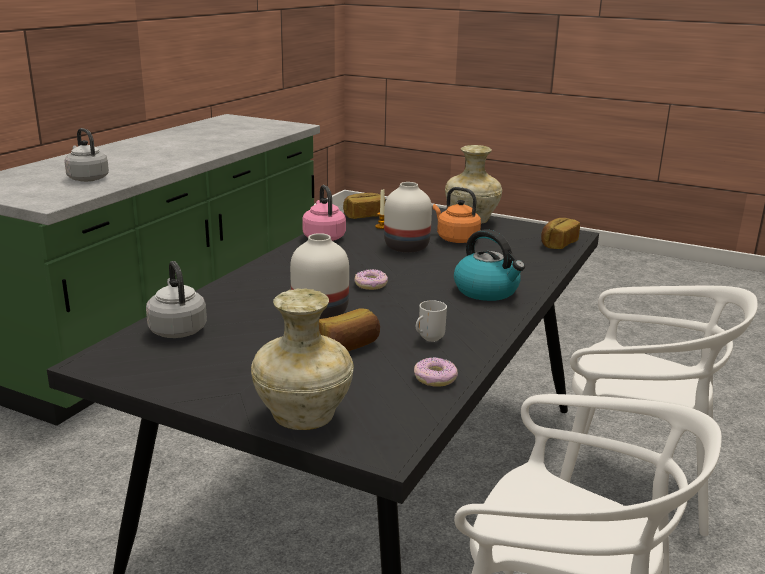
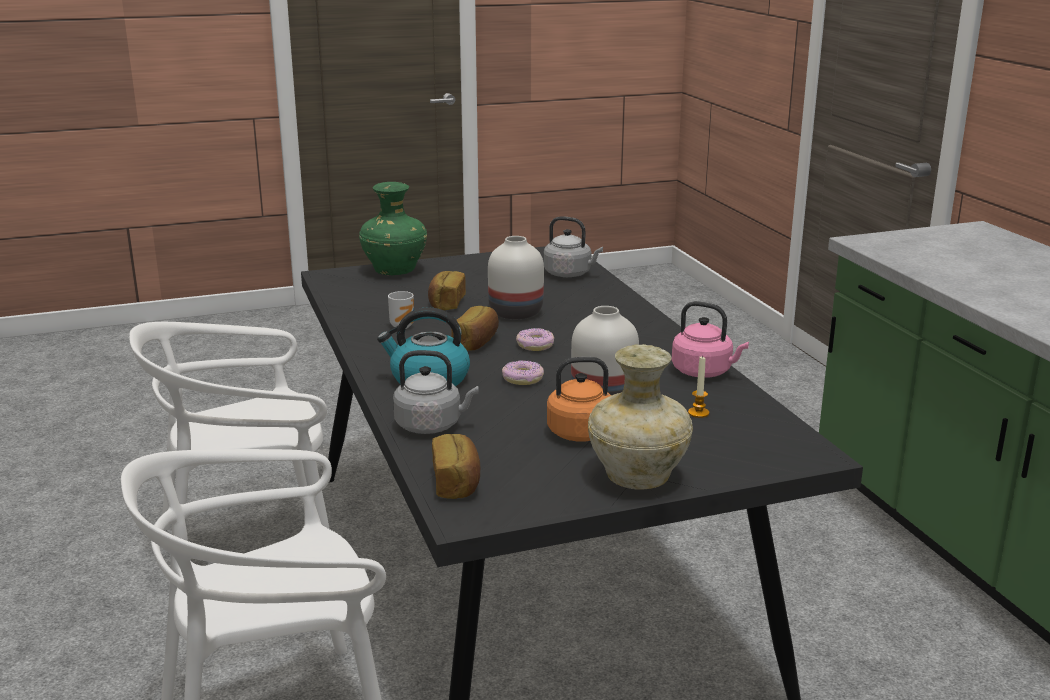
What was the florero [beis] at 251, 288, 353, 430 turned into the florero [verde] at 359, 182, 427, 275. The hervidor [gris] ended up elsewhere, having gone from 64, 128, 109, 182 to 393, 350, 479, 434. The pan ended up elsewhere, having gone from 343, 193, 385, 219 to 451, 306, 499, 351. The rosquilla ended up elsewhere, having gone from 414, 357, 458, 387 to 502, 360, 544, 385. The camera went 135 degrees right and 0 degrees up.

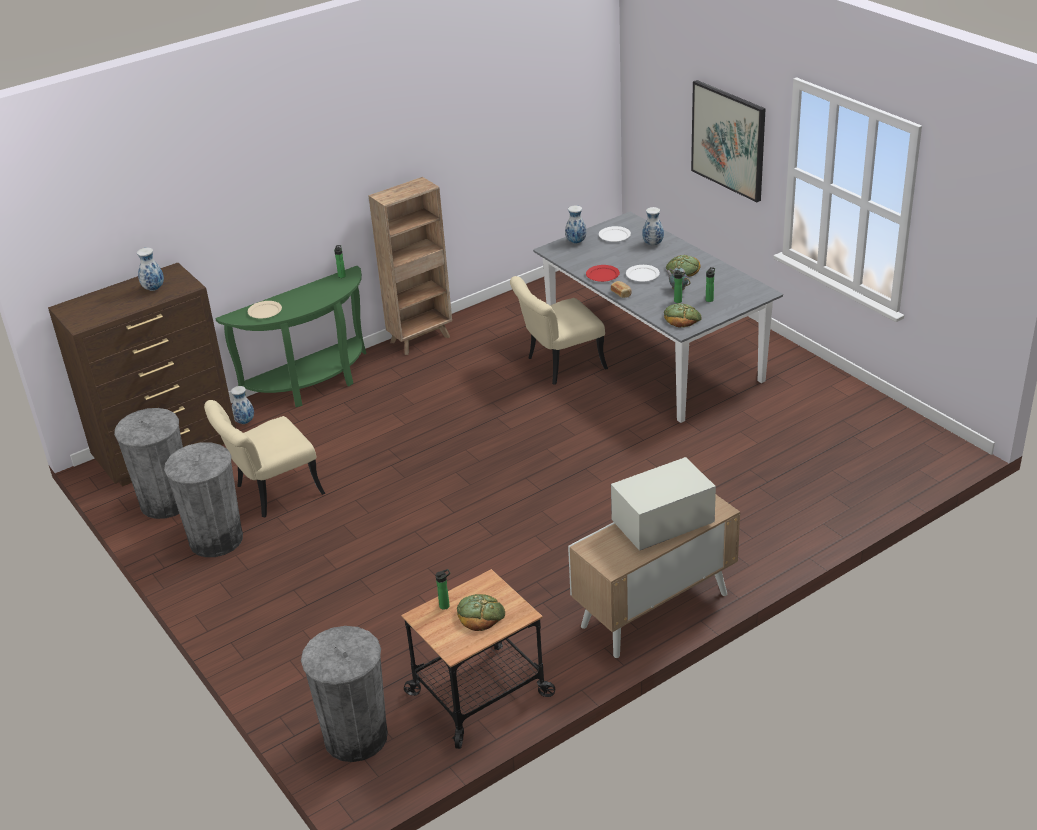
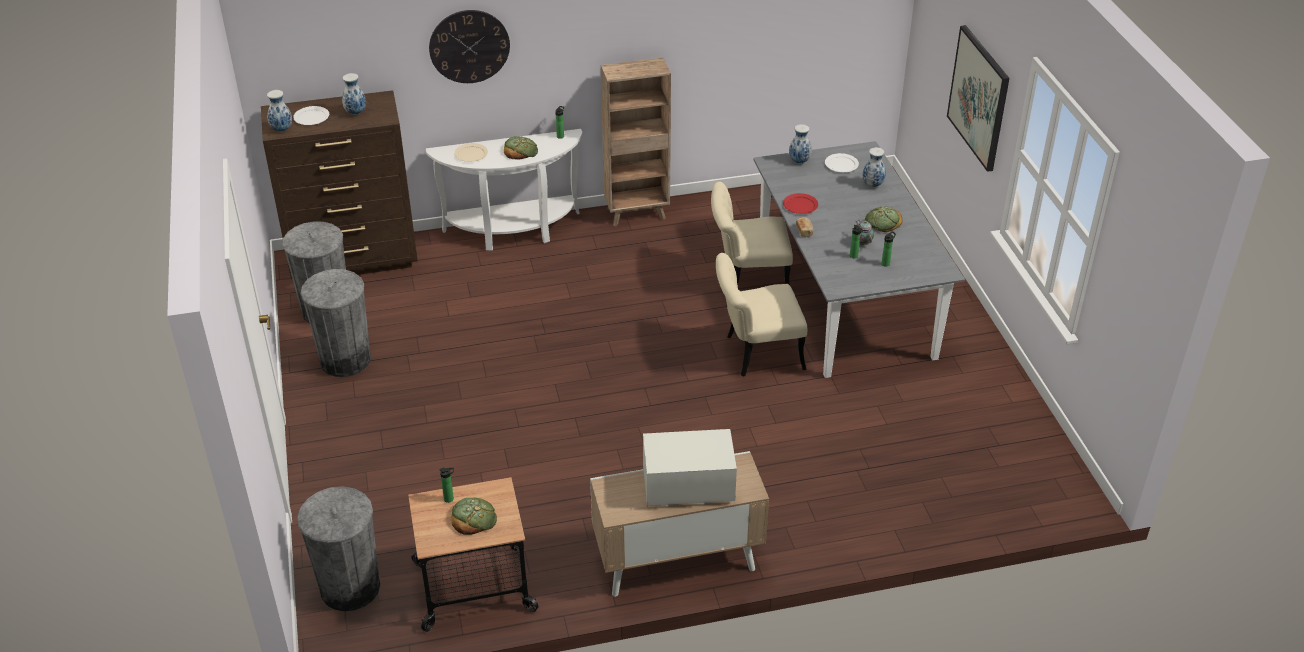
The florero ended up elsewhere, having gone from 231, 386, 254, 424 to 267, 90, 292, 132. The plato [blanco] ended up elsewhere, having gone from 626, 265, 660, 282 to 293, 106, 329, 125. What was the mesa consola [verde] at 215, 266, 367, 407 turned into the mesa consola [blanco] at 426, 129, 583, 251. The second view gained the reloj de pared at 429, 10, 510, 83. The pan ended up elsewhere, having gone from 664, 303, 702, 328 to 504, 136, 538, 160. The silla [beis] ended up elsewhere, having gone from 204, 400, 325, 517 to 716, 253, 807, 377. The camera went 20 degrees right and 5 degrees up.

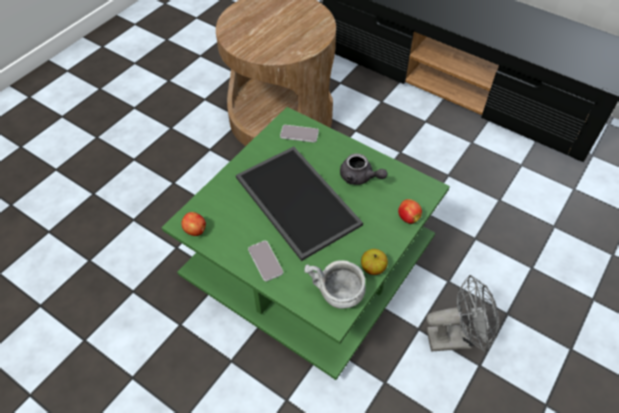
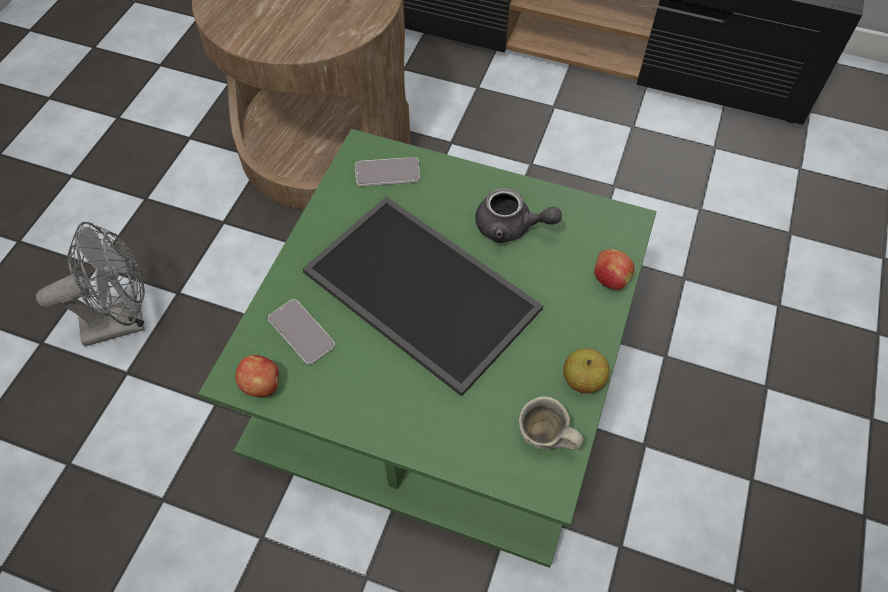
The ventilador [gris] ended up elsewhere, having gone from 426, 275, 499, 352 to 36, 222, 145, 346. The móvil ended up elsewhere, having gone from 248, 241, 283, 282 to 268, 299, 335, 365. Where the cuenco [gris] stood at 304, 260, 366, 309, the taza grande [gris] came to stand at 519, 396, 583, 450. The camera went 15 degrees left and 5 degrees up.

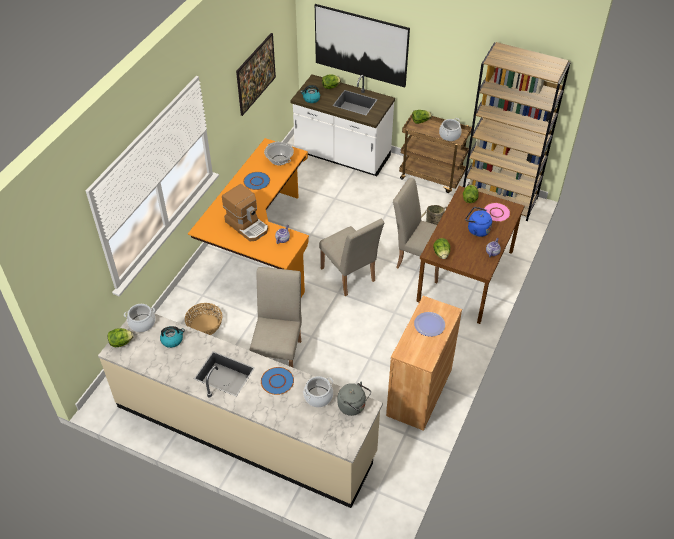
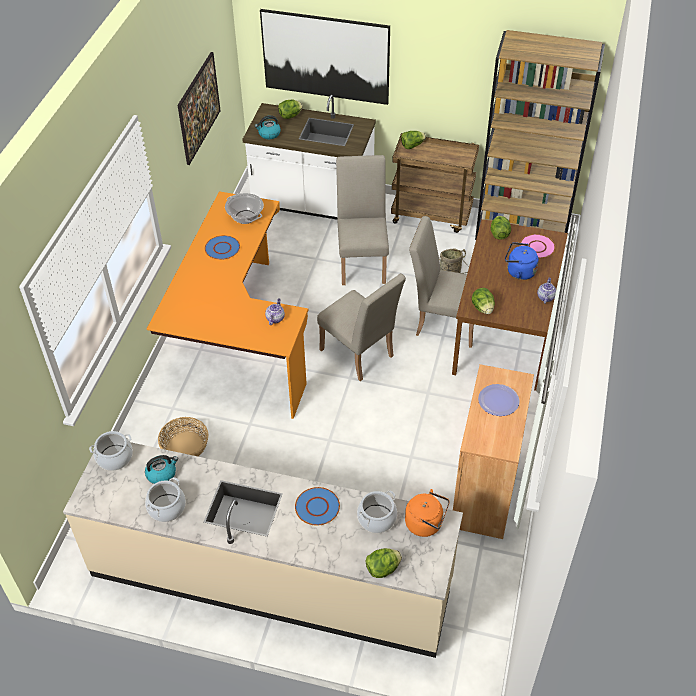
The olla ended up elsewhere, having gone from 439, 118, 462, 141 to 145, 477, 186, 522. The silla [beis] ended up elsewhere, having gone from 250, 267, 302, 367 to 336, 155, 389, 285. The lechuga ended up elsewhere, having gone from 108, 328, 134, 347 to 366, 548, 402, 578. What was the hervidor [gris] at 338, 381, 371, 416 turned into the hervidor [naranja] at 405, 489, 450, 537. The second view lost the cafetera at 222, 184, 268, 241. The camera went 10 degrees left and 0 degrees up.

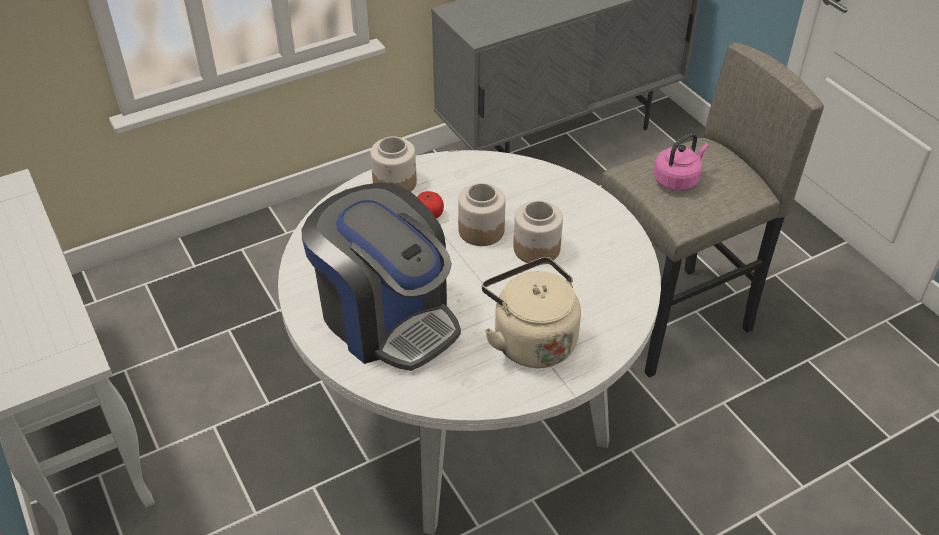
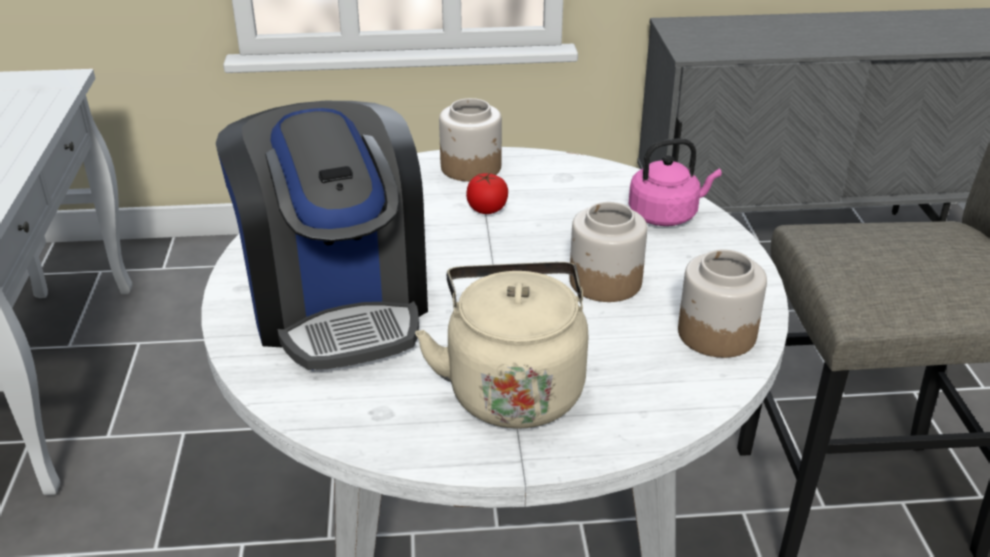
The hervidor [rosa] ended up elsewhere, having gone from 654, 133, 709, 191 to 628, 138, 722, 226. The tarro ended up elsewhere, having gone from 458, 183, 506, 246 to 678, 249, 767, 358. The camera went 25 degrees right and 10 degrees down.

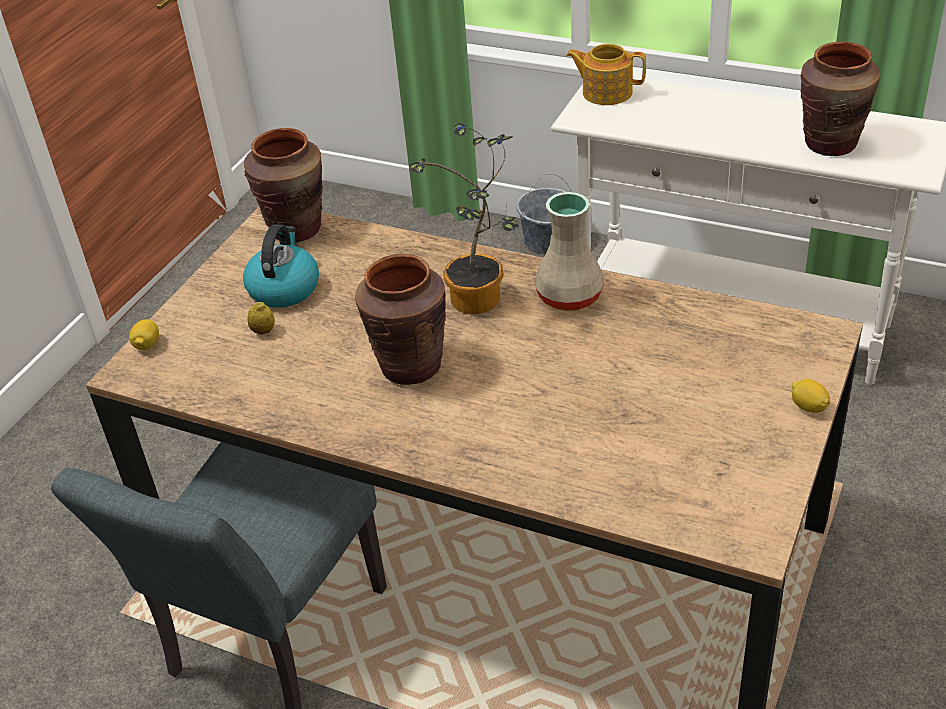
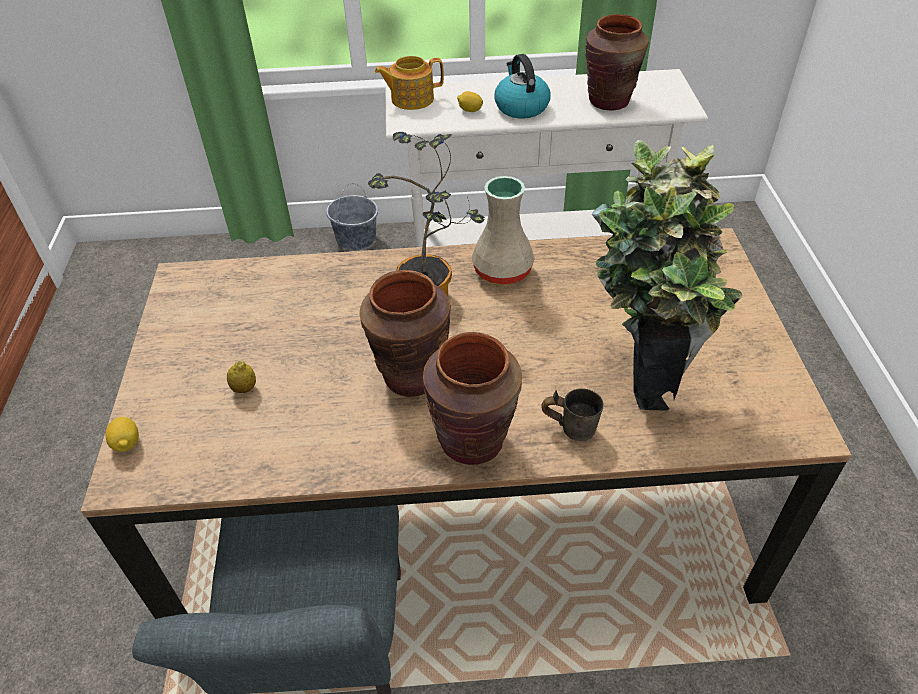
The florero [marrón] ended up elsewhere, having gone from 244, 128, 323, 243 to 423, 332, 522, 465. The limón ended up elsewhere, having gone from 792, 379, 830, 413 to 457, 91, 483, 112. The hervidor ended up elsewhere, having gone from 243, 224, 319, 308 to 494, 54, 551, 118. The second view gained the taza grande [gris] at 541, 388, 604, 441. The second view gained the planta en maceta at 592, 140, 742, 411. The camera went 30 degrees left and 5 degrees up.

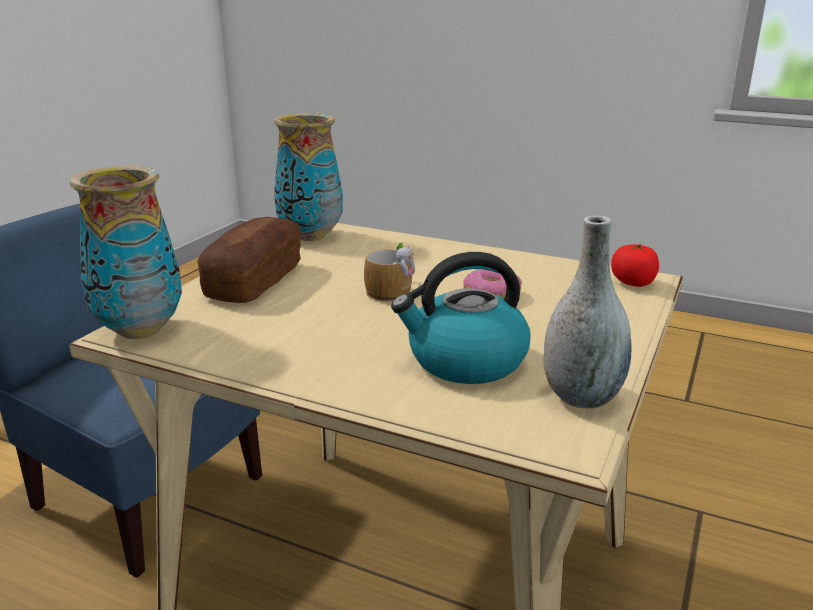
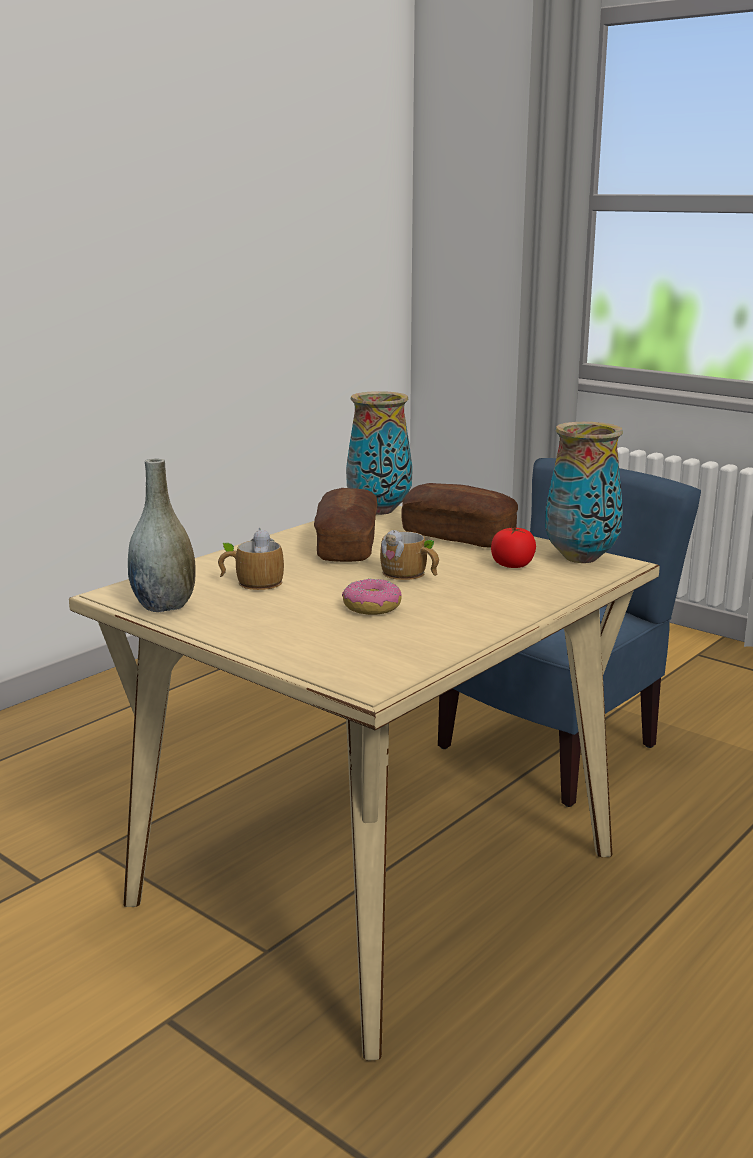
Where the hervidor stood at 391, 252, 531, 384, the taza grande came to stand at 218, 528, 284, 590. The second view gained the pan at 314, 488, 378, 562. The tomate ended up elsewhere, having gone from 611, 244, 659, 287 to 491, 527, 536, 568. The camera went 105 degrees right and 5 degrees down.

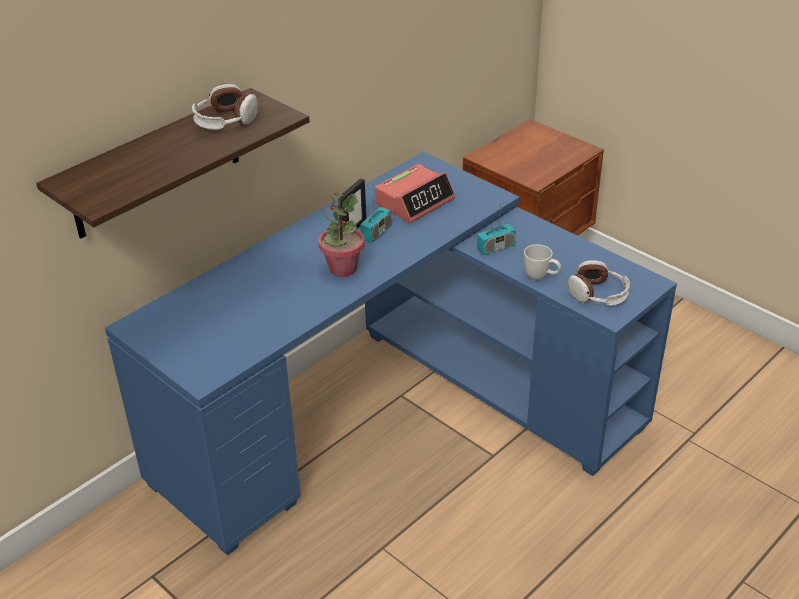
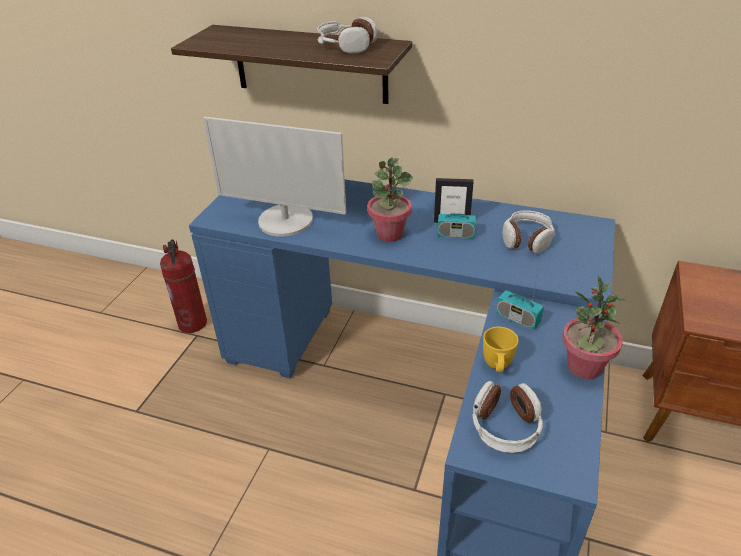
The second view gained the extintor at 160, 239, 207, 333. The second view gained the monitor at 203, 117, 346, 237. What was the taza grande [blanco] at 524, 244, 561, 280 turned into the taza grande [amarillo] at 483, 327, 519, 372. Where the despertador stood at 375, 164, 455, 223, the auriculares came to stand at 502, 210, 555, 254. The second view gained the planta en maceta at 562, 275, 626, 379. The camera went 65 degrees right and 0 degrees up.

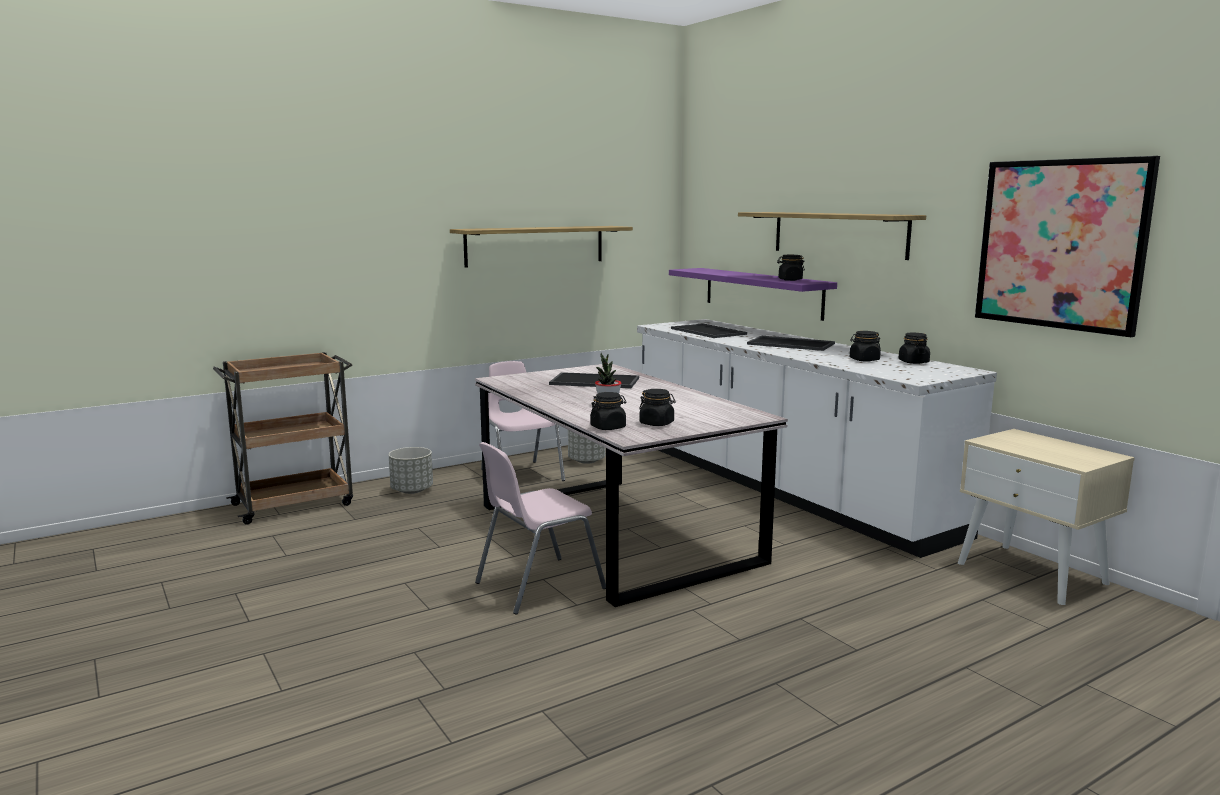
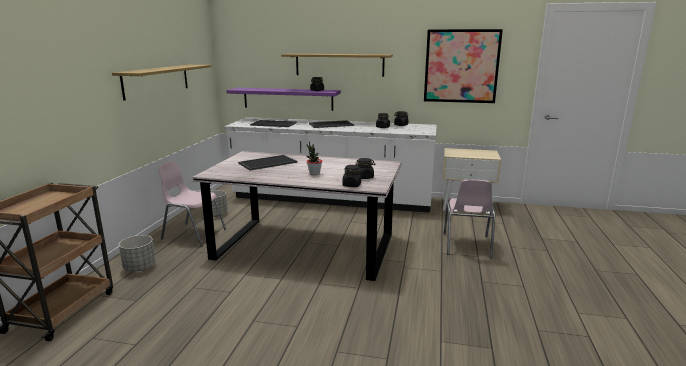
The silla [rosa] ended up elsewhere, having gone from 475, 442, 606, 615 to 444, 179, 495, 259. The camera went 45 degrees left and 5 degrees up.

